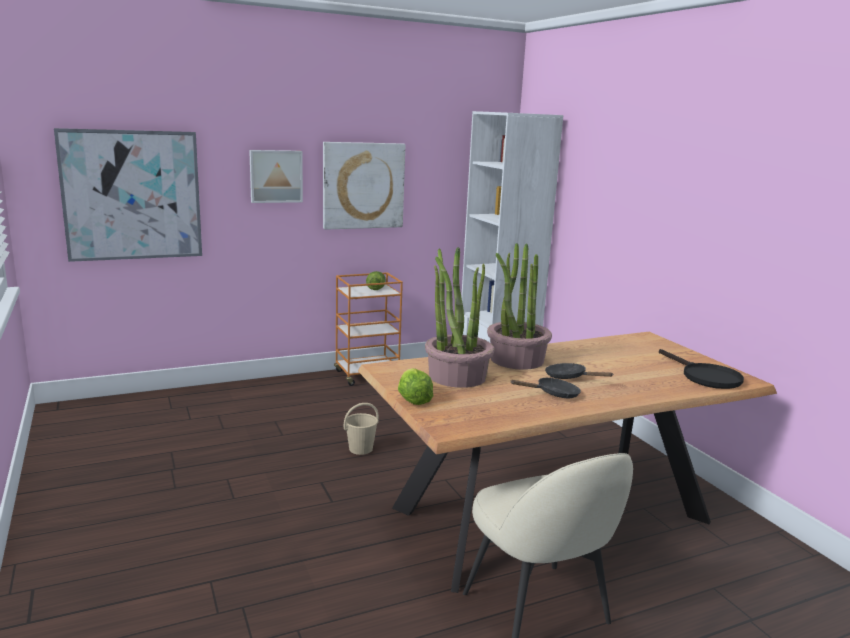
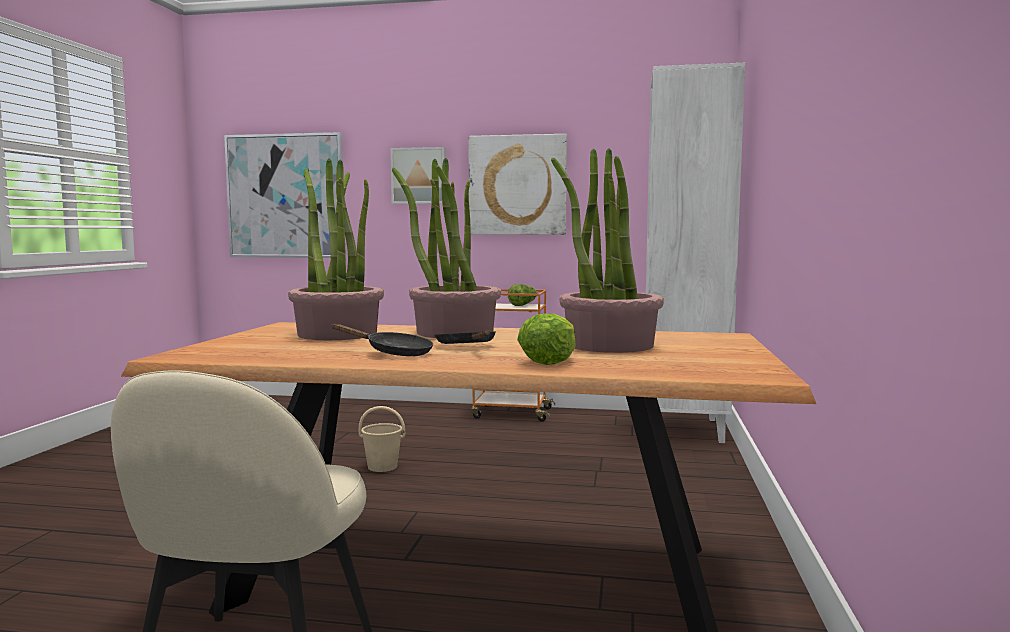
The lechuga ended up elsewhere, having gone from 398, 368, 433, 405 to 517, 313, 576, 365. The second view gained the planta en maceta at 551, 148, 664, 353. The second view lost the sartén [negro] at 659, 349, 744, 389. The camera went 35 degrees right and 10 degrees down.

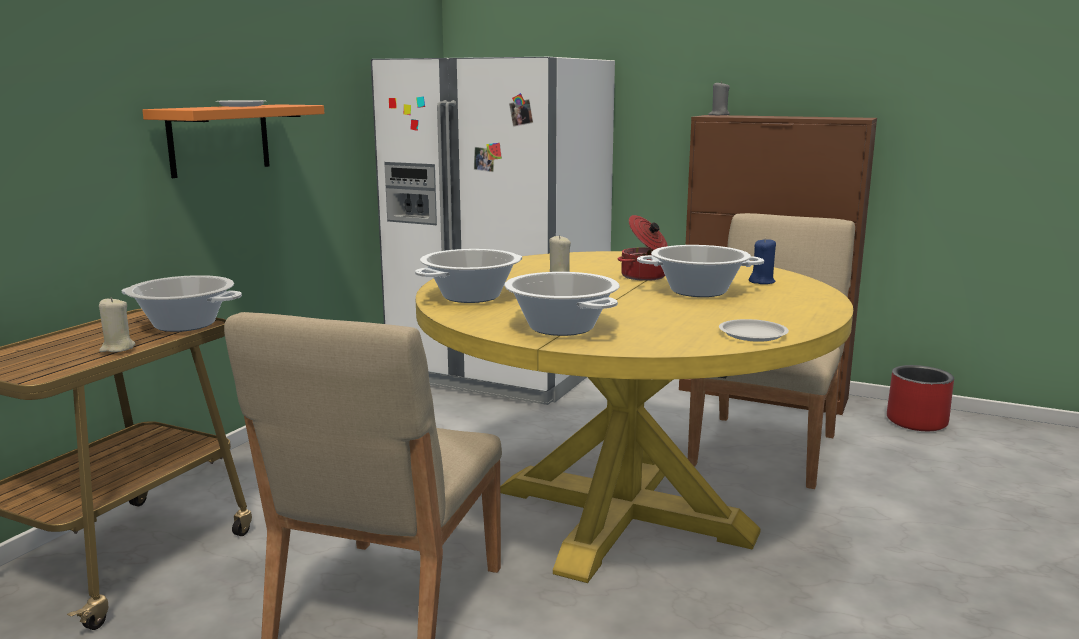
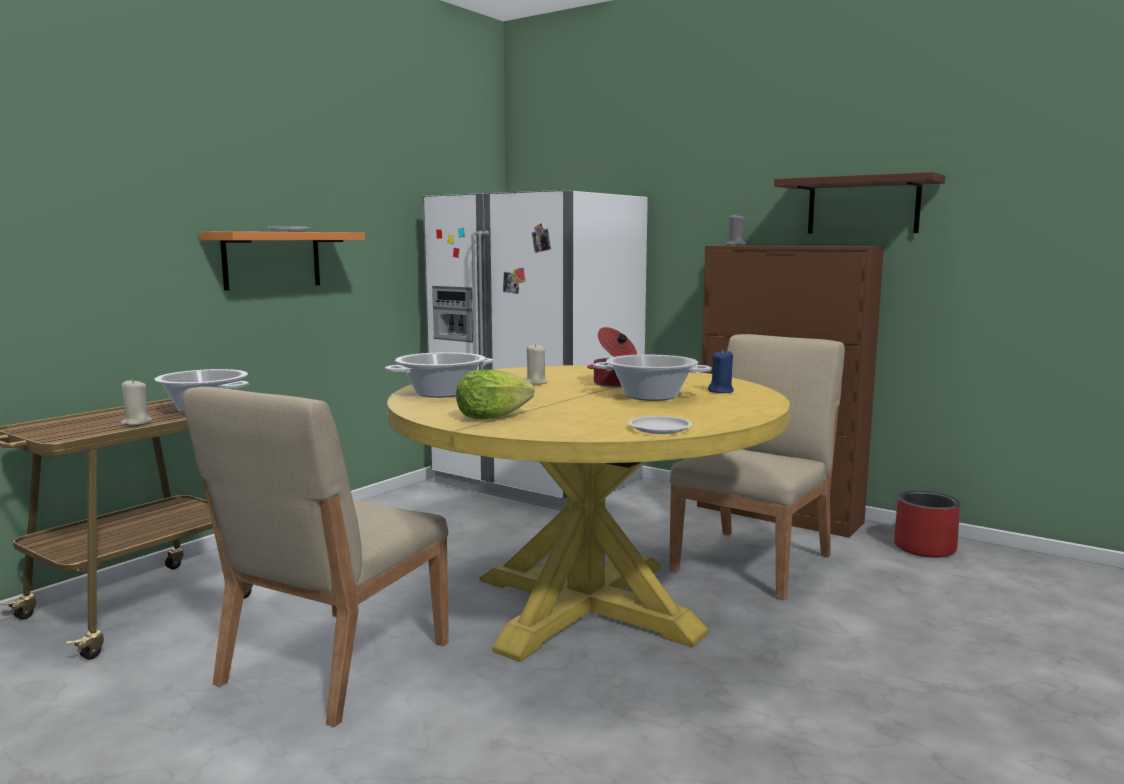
Where the olla stood at 504, 272, 620, 336, the lechuga came to stand at 456, 370, 535, 419. The second view gained the estante [marrón] at 774, 172, 945, 233. The camera went 10 degrees right and 5 degrees down.

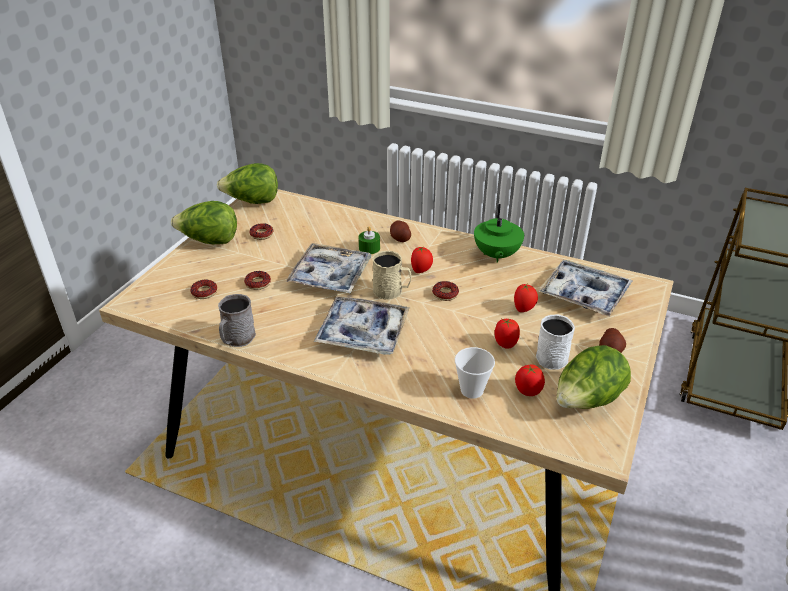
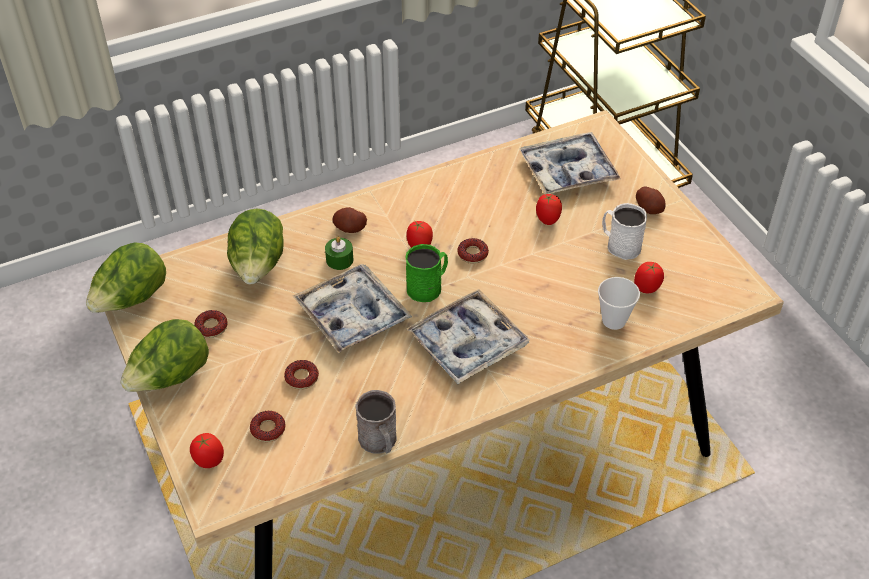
The tomate ended up elsewhere, having gone from 495, 319, 520, 349 to 190, 433, 224, 468. The lechuga ended up elsewhere, having gone from 557, 345, 631, 409 to 227, 209, 284, 285. What was the taza grande [beis] at 372, 251, 411, 300 turned into the taza grande [verde] at 406, 244, 448, 302. The second view lost the tetera [verde] at 474, 204, 524, 263. The camera went 50 degrees left and 10 degrees up.

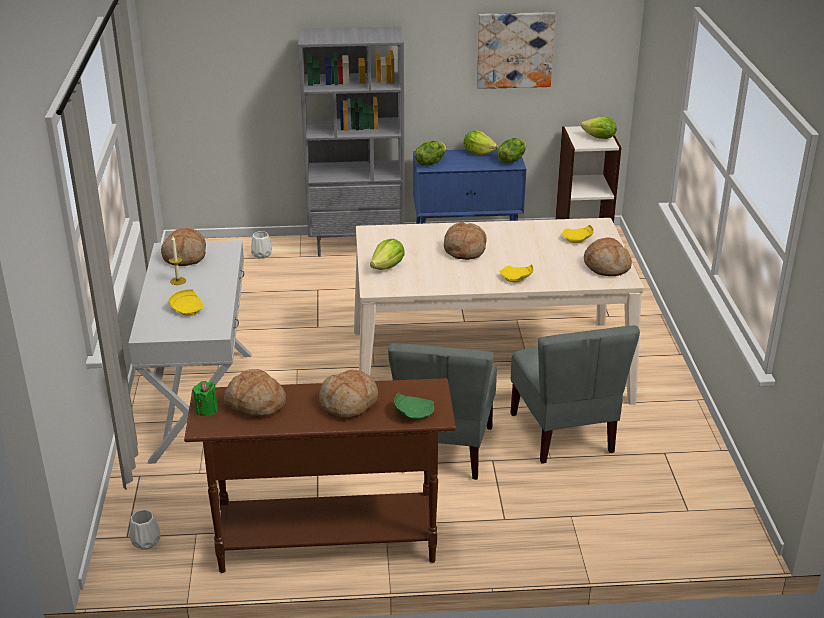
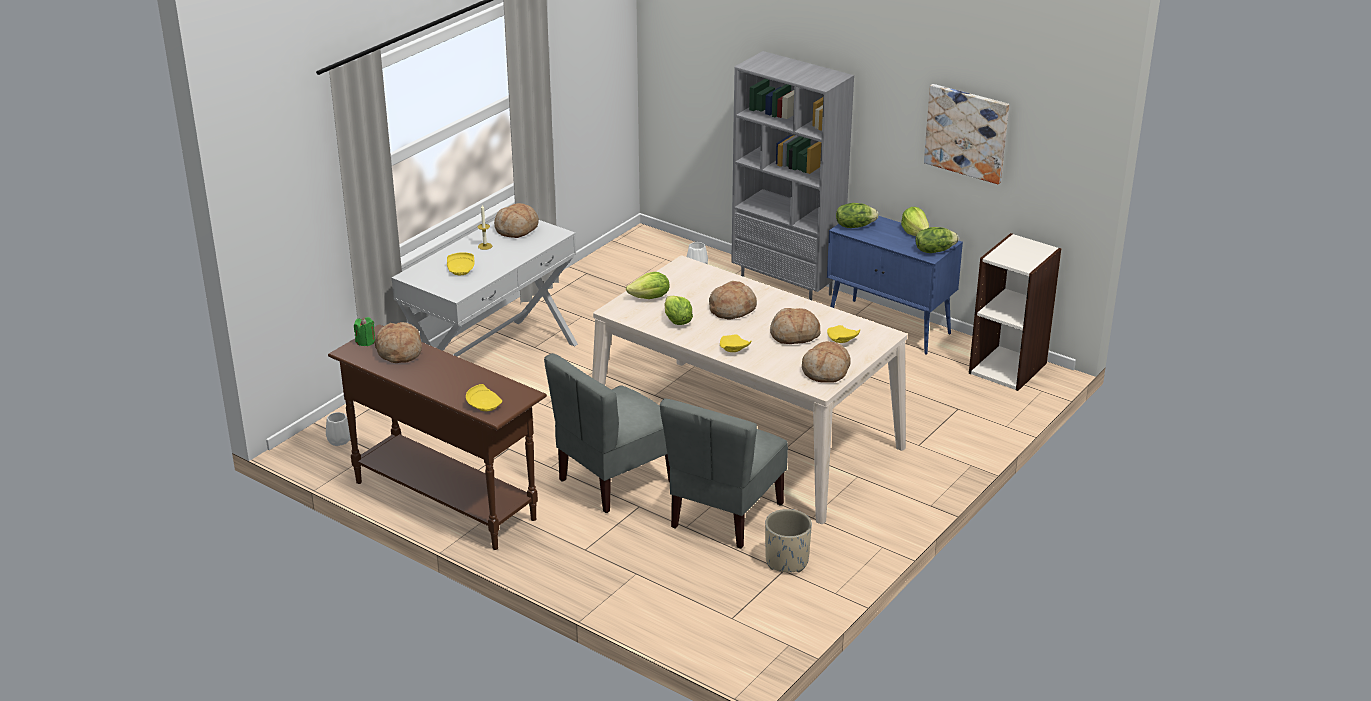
What was the plato [verde] at 394, 393, 434, 420 turned into the plato [amarillo] at 466, 384, 502, 411. The lechuga ended up elsewhere, having gone from 581, 116, 617, 139 to 664, 296, 693, 325. The second view gained the maceta [beis] at 765, 509, 812, 573. The pan ended up elsewhere, having gone from 319, 370, 378, 419 to 770, 308, 821, 344. The camera went 40 degrees right and 0 degrees up.

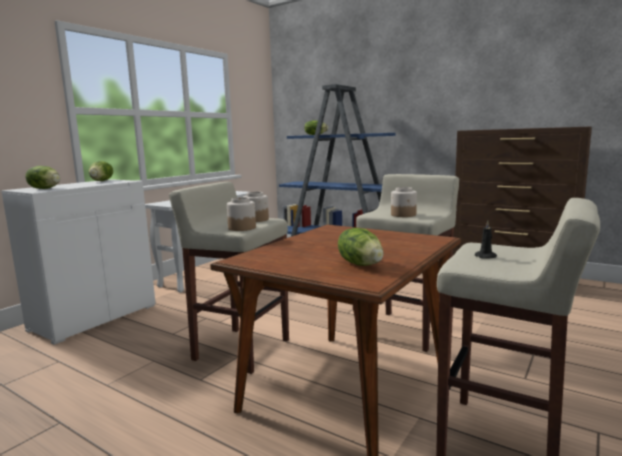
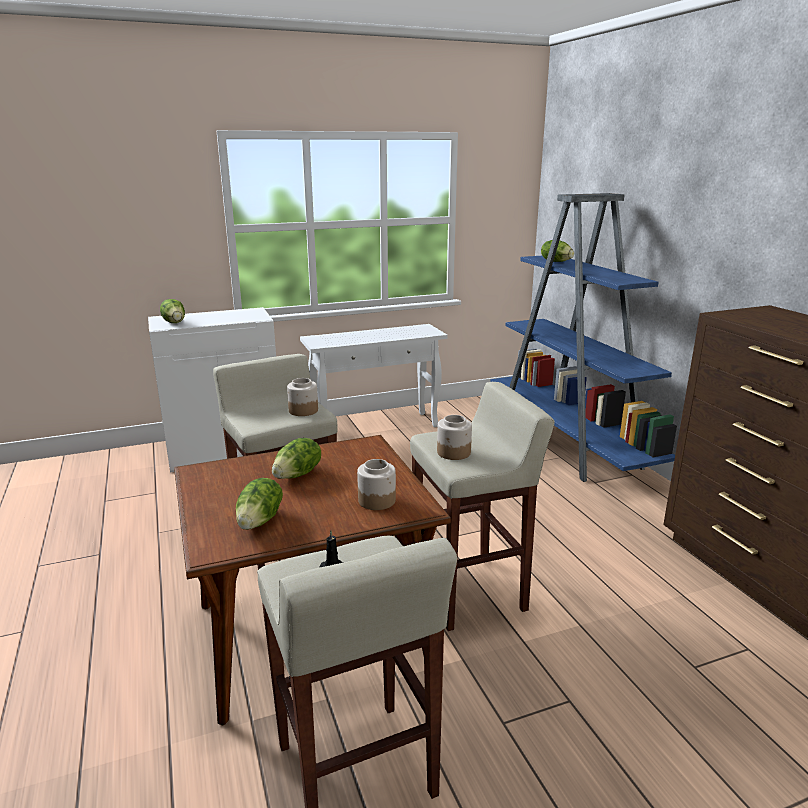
The lechuga ended up elsewhere, having gone from 89, 161, 113, 181 to 272, 438, 321, 479. The tarro ended up elsewhere, having gone from 227, 197, 256, 231 to 357, 459, 396, 510. The camera went 35 degrees right and 10 degrees up.

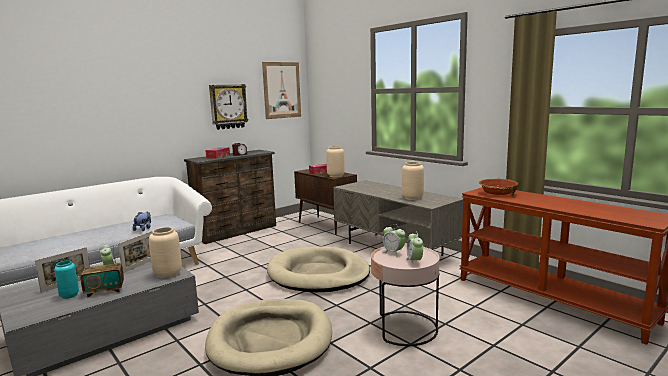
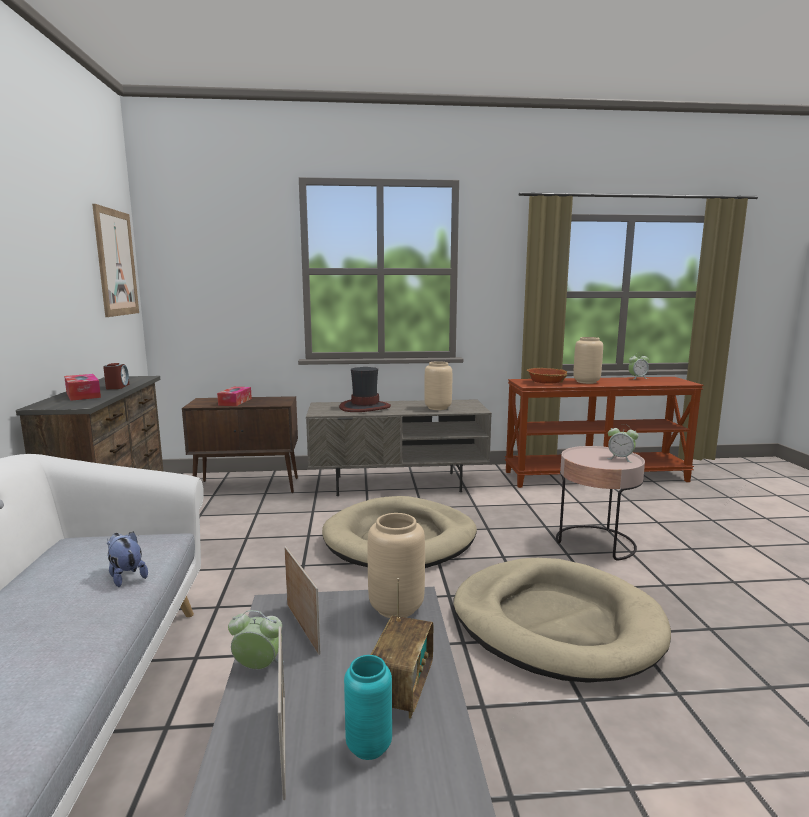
The second view gained the sombrero at 339, 367, 391, 412. The florero [beis] ended up elsewhere, having gone from 326, 146, 345, 177 to 573, 337, 603, 384. The despertador ended up elsewhere, having gone from 383, 224, 405, 257 to 628, 353, 649, 379. The second view lost the reloj de pared at 209, 84, 249, 130. The camera went 55 degrees left and 0 degrees up.

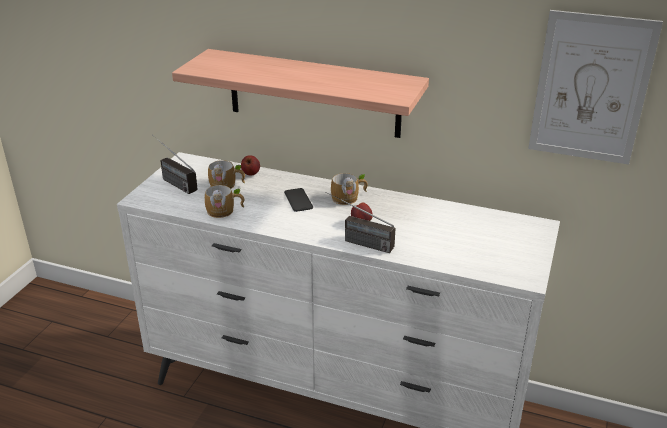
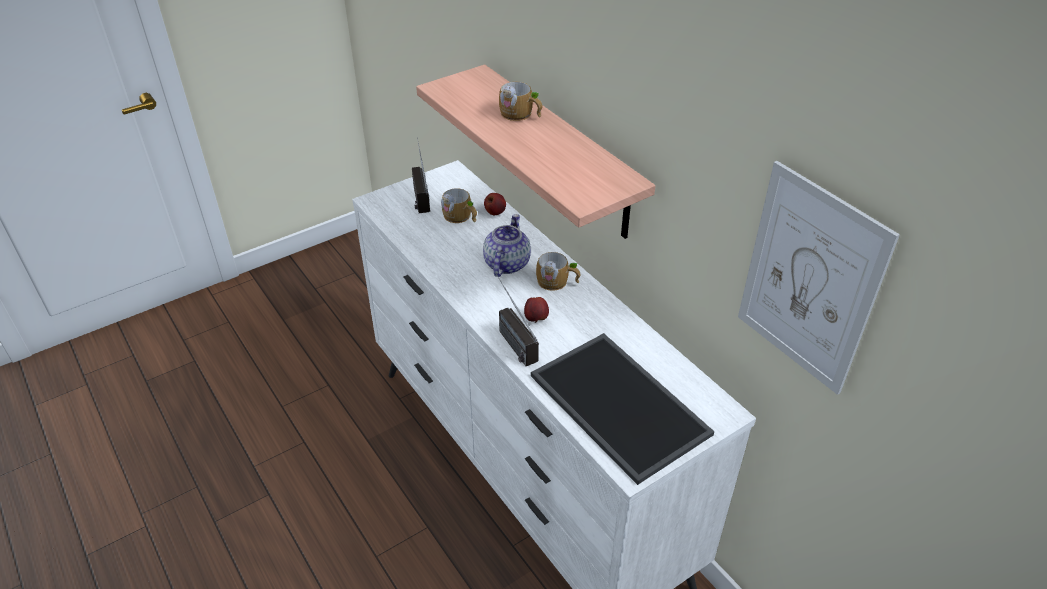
Where the móvil stood at 284, 188, 313, 212, the tetera came to stand at 483, 214, 531, 277. The taza grande ended up elsewhere, having gone from 205, 185, 244, 218 to 499, 82, 543, 121. The second view gained the bandeja at 531, 333, 714, 485. The camera went 35 degrees right and 10 degrees up.

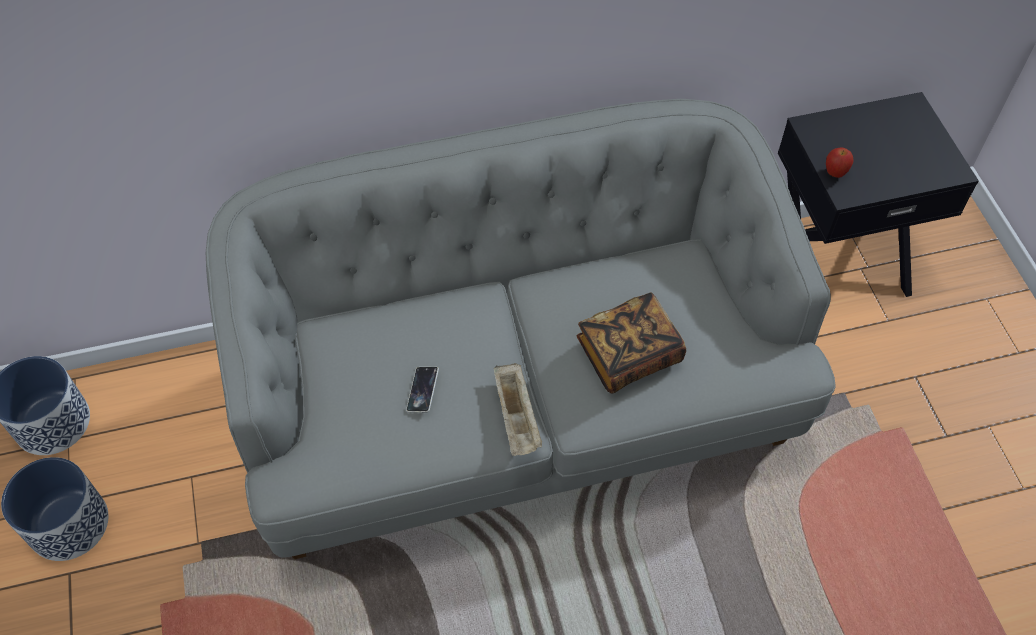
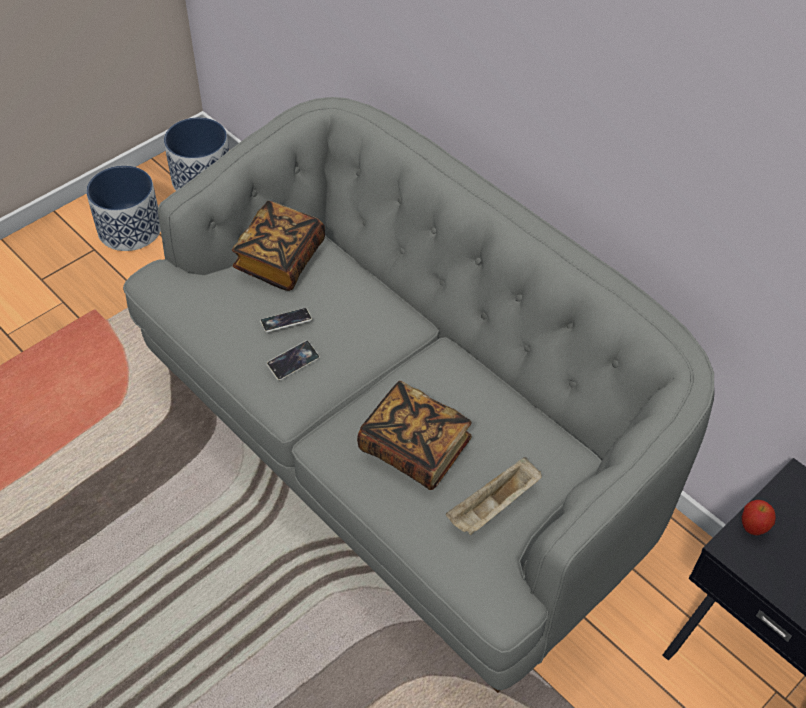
The second view gained the libro at 232, 201, 325, 291. The second view gained the móvil at 267, 340, 320, 381. The bandeja [beis] ended up elsewhere, having gone from 494, 363, 542, 456 to 446, 457, 542, 535. The camera went 60 degrees right and 5 degrees down.

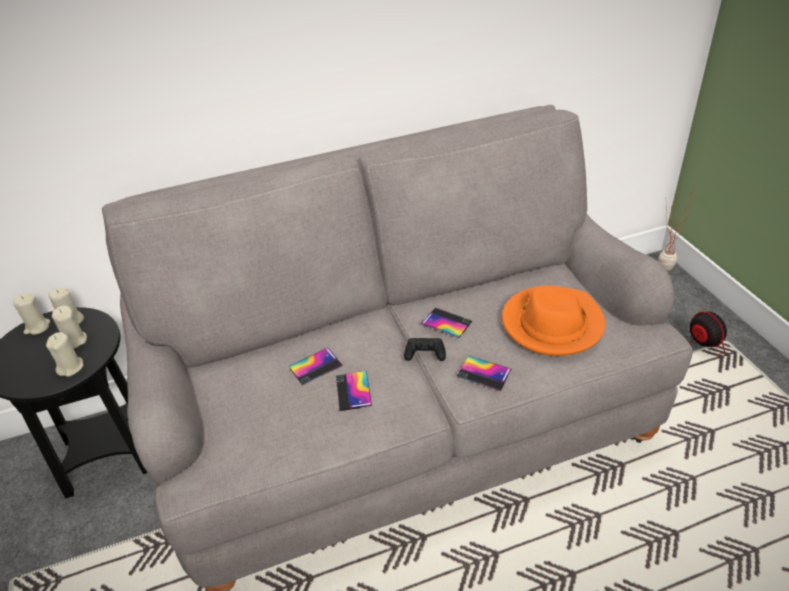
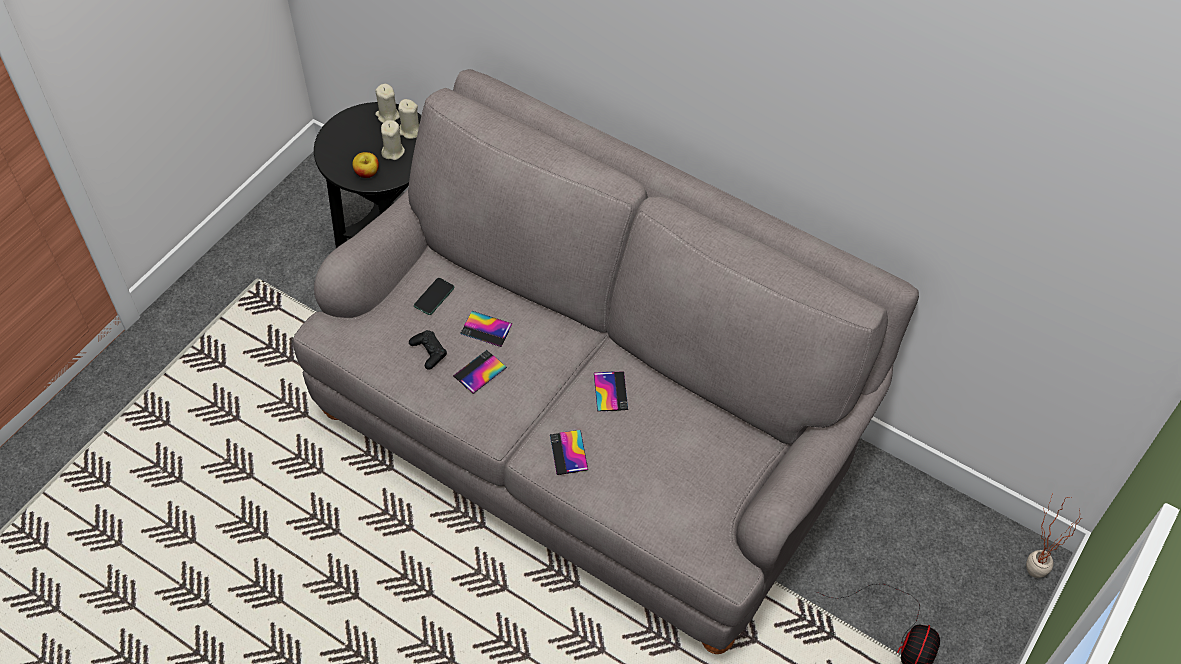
Where the vela [beis] stood at 46, 332, 83, 377, the manzana came to stand at 353, 152, 379, 178. The mando de consola [negro] ended up elsewhere, having gone from 404, 338, 446, 361 to 409, 330, 447, 370. The second view gained the móvil at 414, 278, 455, 315. The second view lost the sombrero [naranja] at 502, 286, 605, 356. The camera went 50 degrees right and 15 degrees up.

